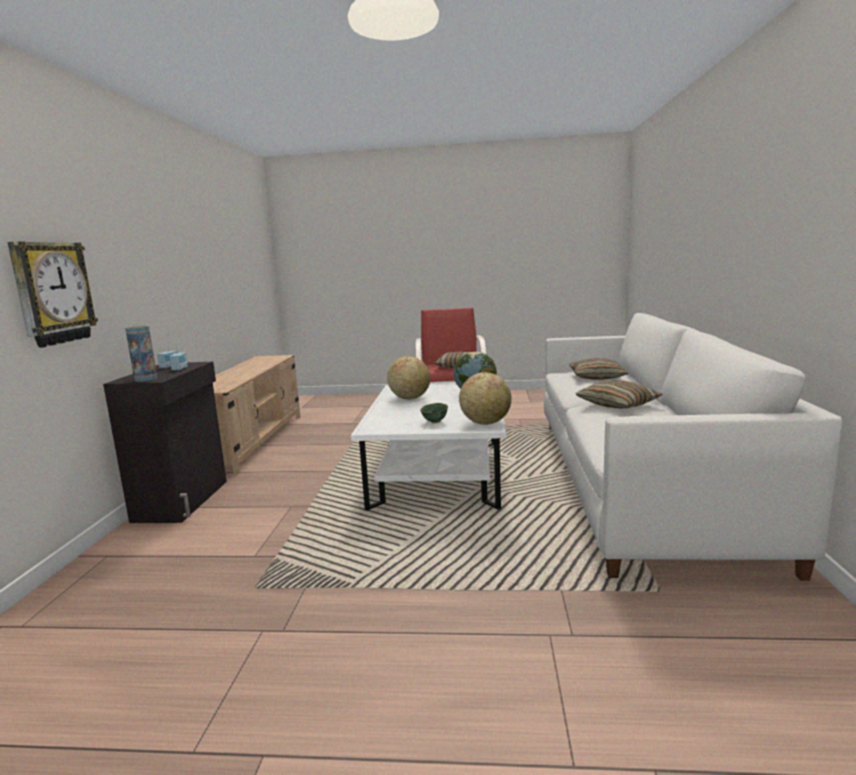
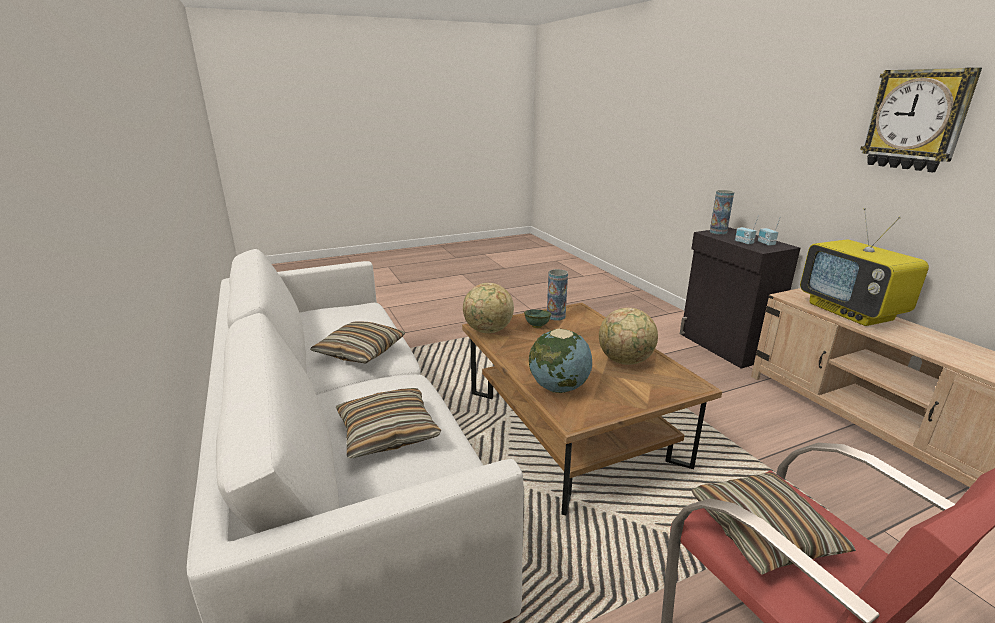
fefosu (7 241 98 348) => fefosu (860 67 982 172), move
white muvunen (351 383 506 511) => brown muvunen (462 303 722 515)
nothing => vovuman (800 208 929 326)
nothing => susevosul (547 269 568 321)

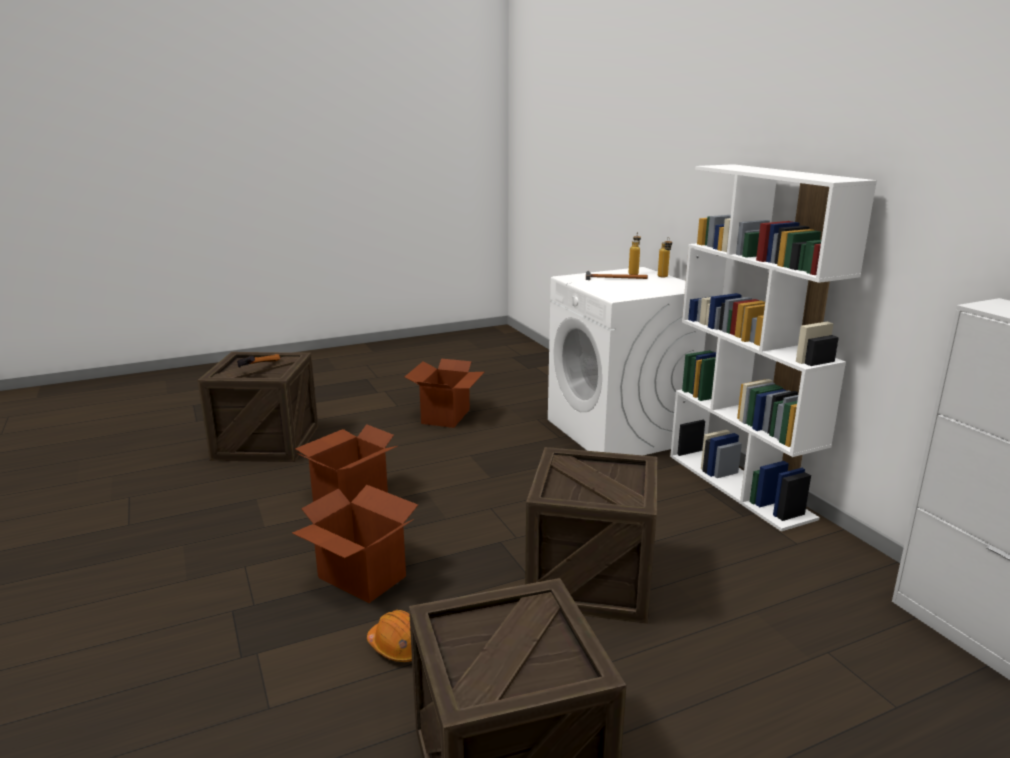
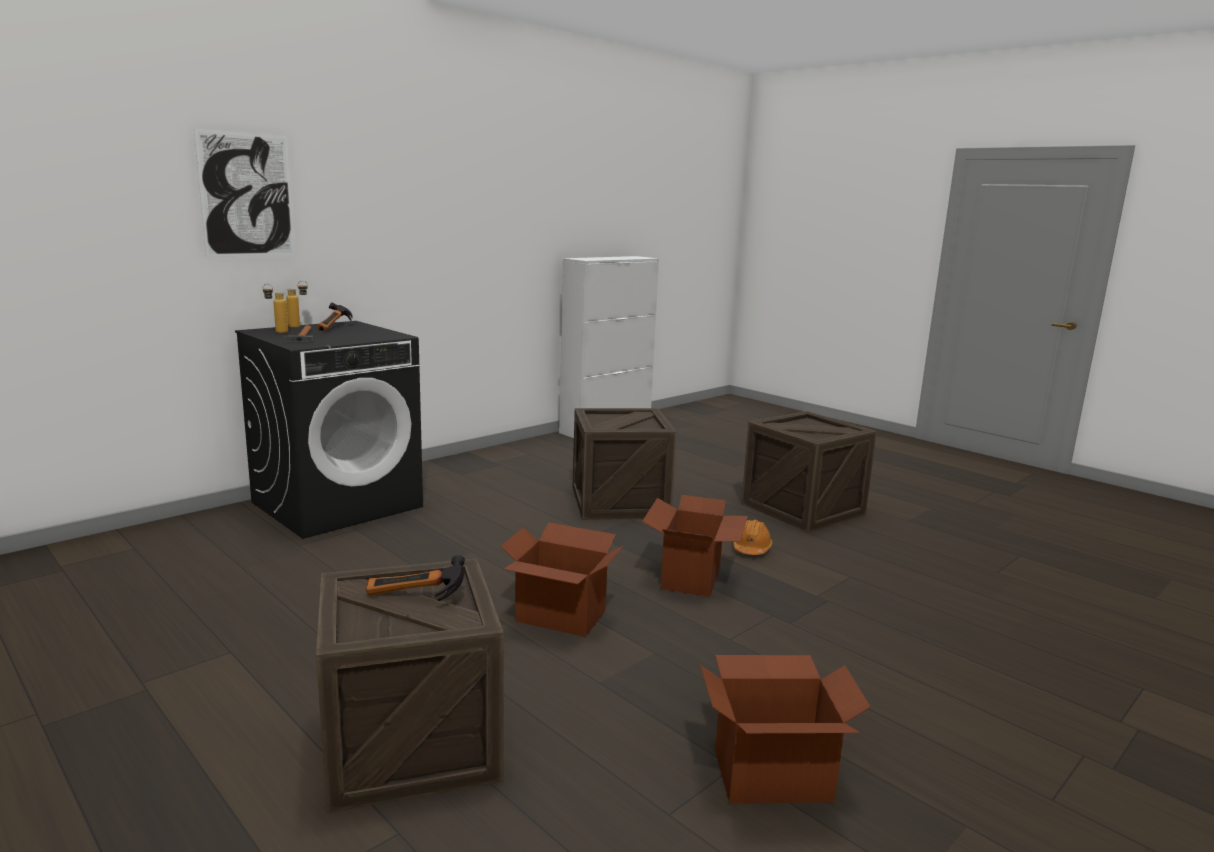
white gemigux (670 164 877 531) => nothing
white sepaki (548 267 706 455) => black sepaki (235 321 423 539)
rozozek (405 358 484 428) => rozozek (700 655 871 804), move
nothing => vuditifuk (194 129 295 257)
nothing => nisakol (317 302 353 332)

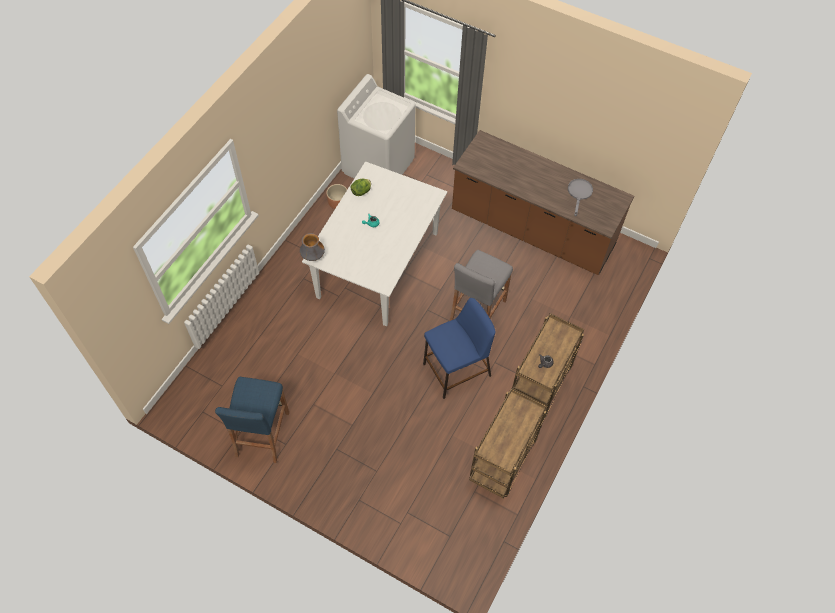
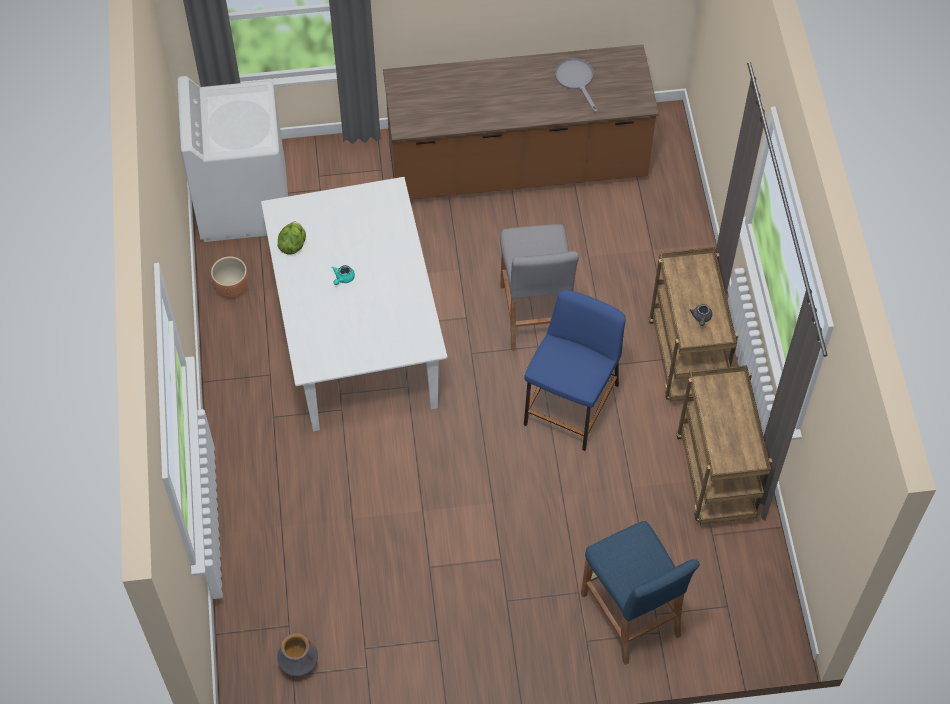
susevosul (300 233 325 261) => susevosul (277 633 318 676), move
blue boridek (215 377 289 463) => blue boridek (581 521 700 665), move

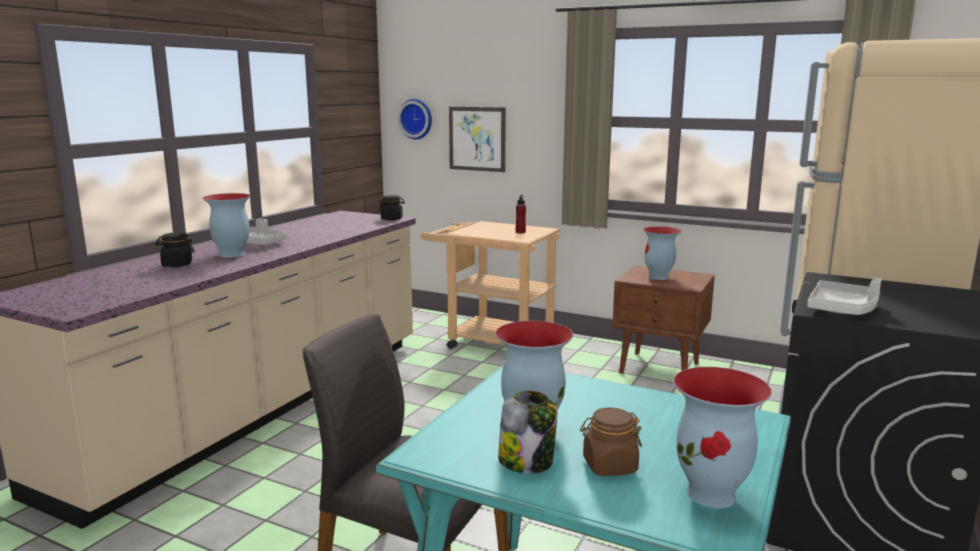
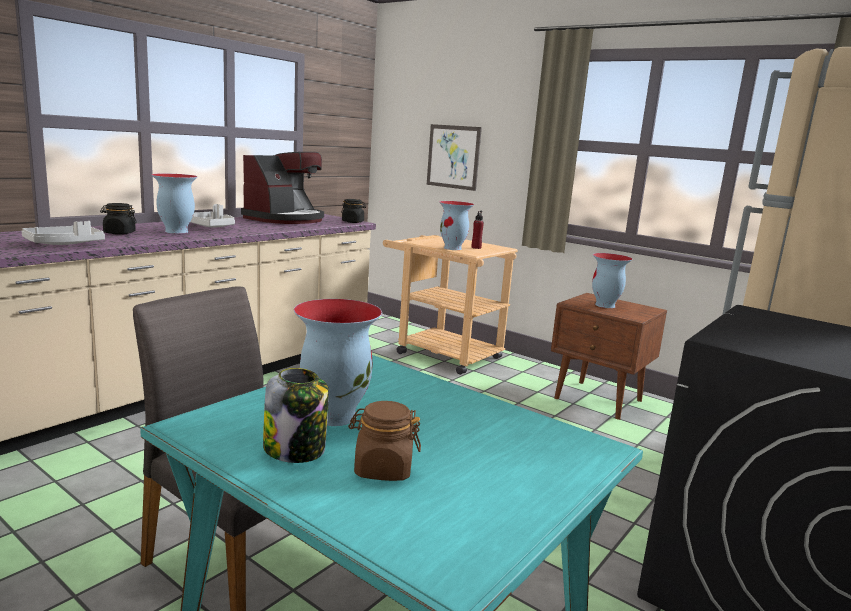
fefosu (398 99 432 139) => nothing
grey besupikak (807 278 882 315) => grey besupikak (21 221 105 245), move
susevosul (673 367 772 508) => susevosul (439 201 474 250), move
nothing => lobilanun (241 152 324 224)

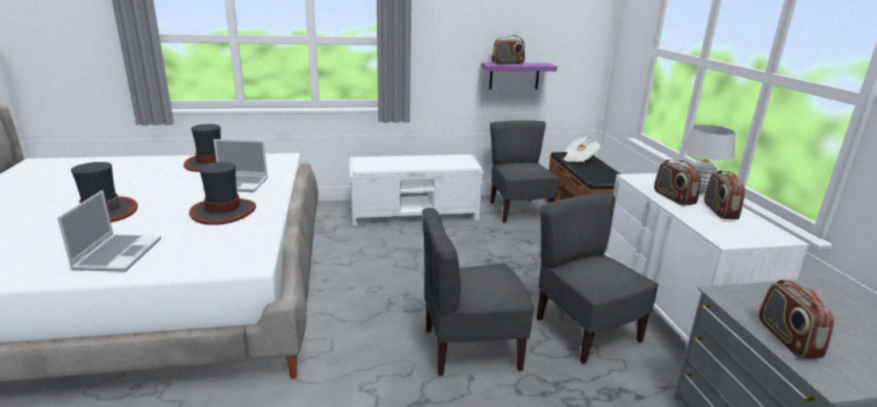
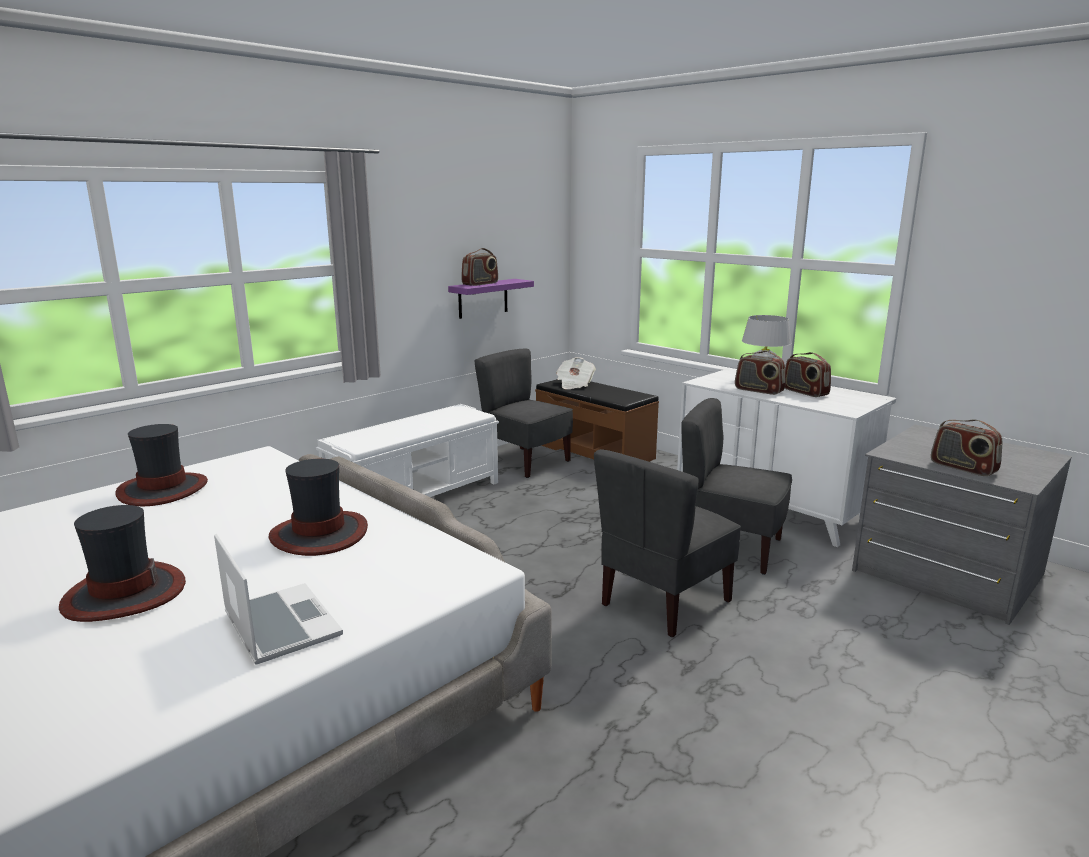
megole (203 139 268 192) => nothing

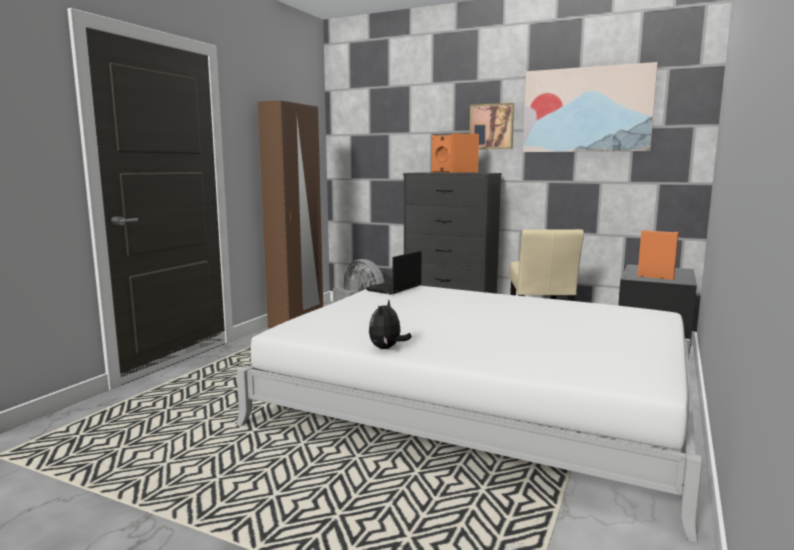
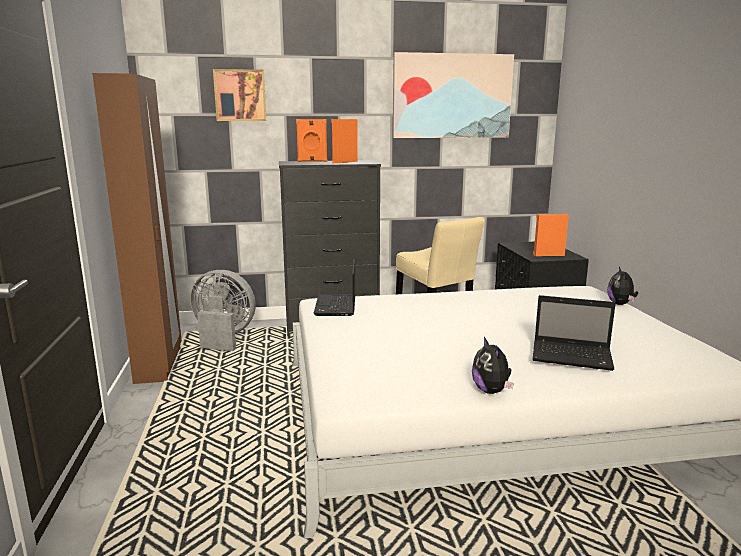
vuditifuk (470 103 514 149) => vuditifuk (213 69 266 121), move
nothing => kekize (607 267 638 305)
nothing => megole (533 295 616 371)

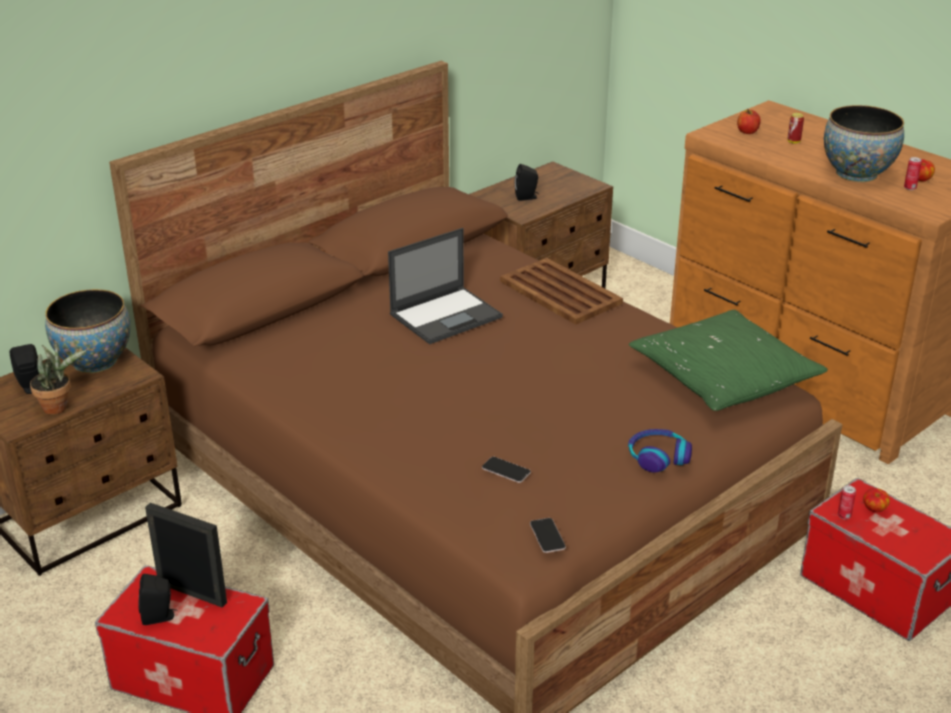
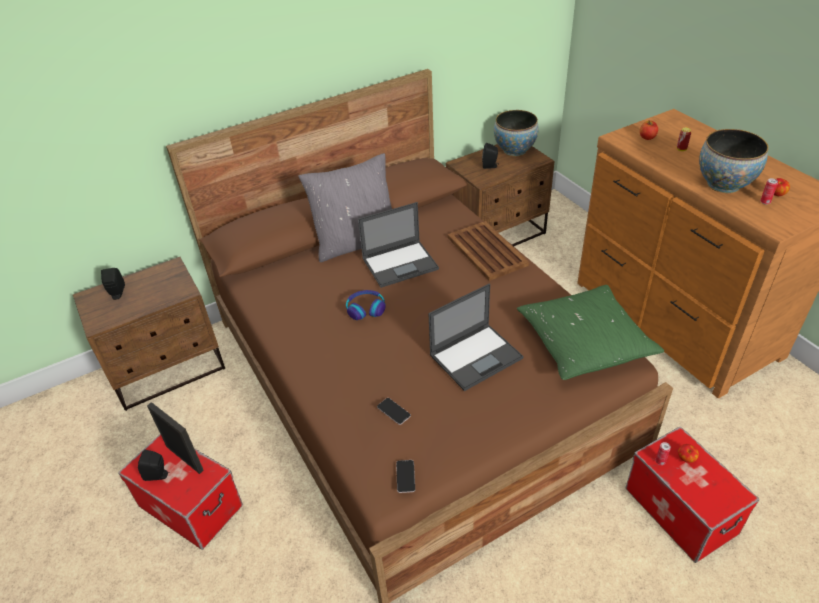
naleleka (45 289 130 373) => naleleka (494 110 539 156), move
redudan (30 343 87 414) => nothing
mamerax (628 429 692 473) => mamerax (346 290 386 320), move
nothing => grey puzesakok (298 153 392 263)
nothing => megole (428 283 524 391)

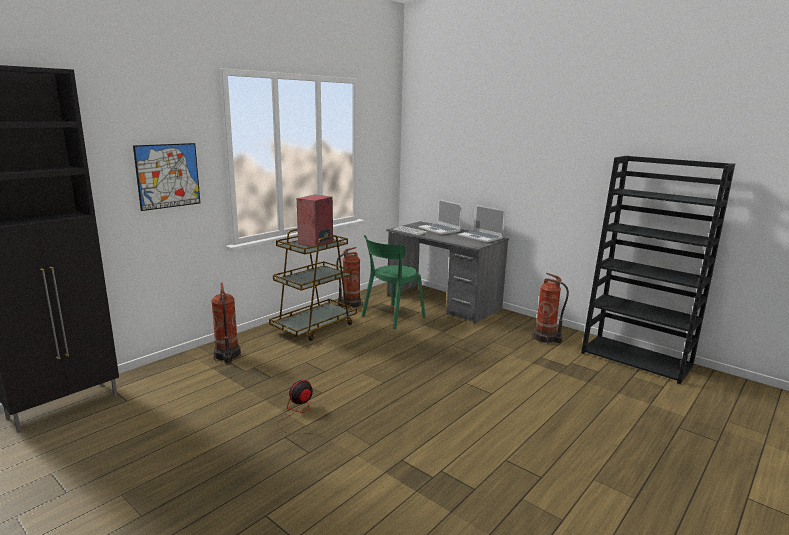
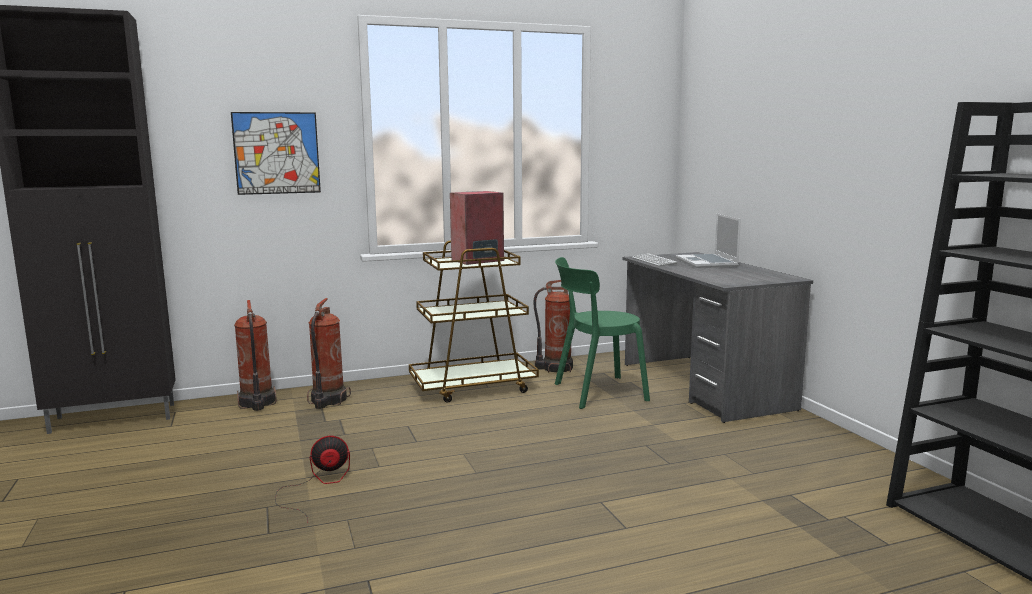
megole (458 205 505 243) => nothing
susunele (532 273 569 344) => susunele (234 300 277 411), move

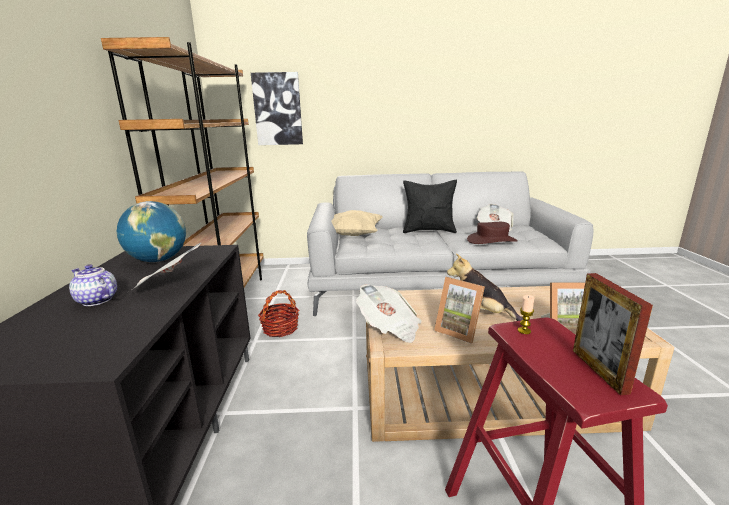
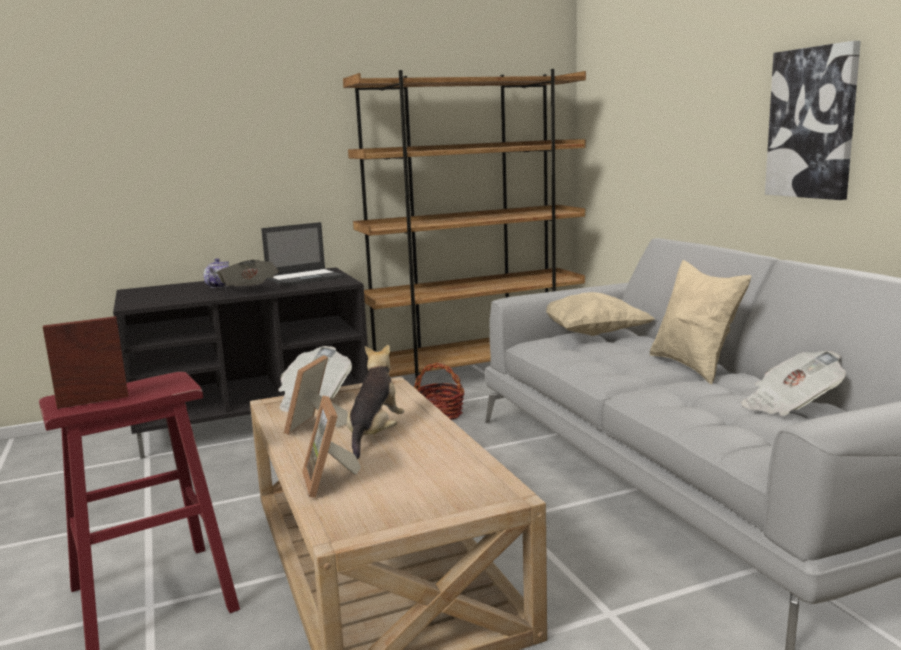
vuditifuk (251 72 303 145) => vuditifuk (765 41 861 200), move
black puzesakok (403 180 457 233) => beige puzesakok (650 260 751 384)
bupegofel (117 201 186 262) => megole (261 222 345 286)
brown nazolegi (467 222 518 244) => nothing
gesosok (518 295 534 334) => nothing

